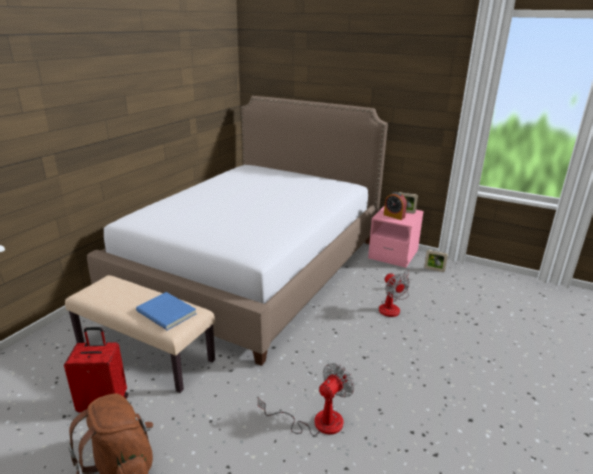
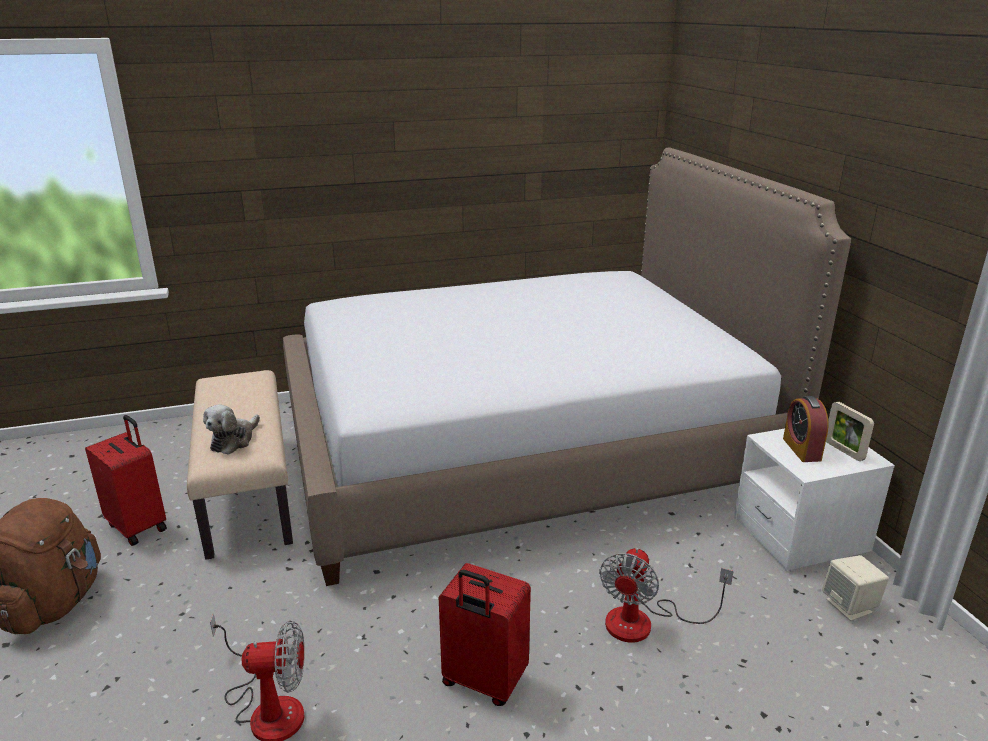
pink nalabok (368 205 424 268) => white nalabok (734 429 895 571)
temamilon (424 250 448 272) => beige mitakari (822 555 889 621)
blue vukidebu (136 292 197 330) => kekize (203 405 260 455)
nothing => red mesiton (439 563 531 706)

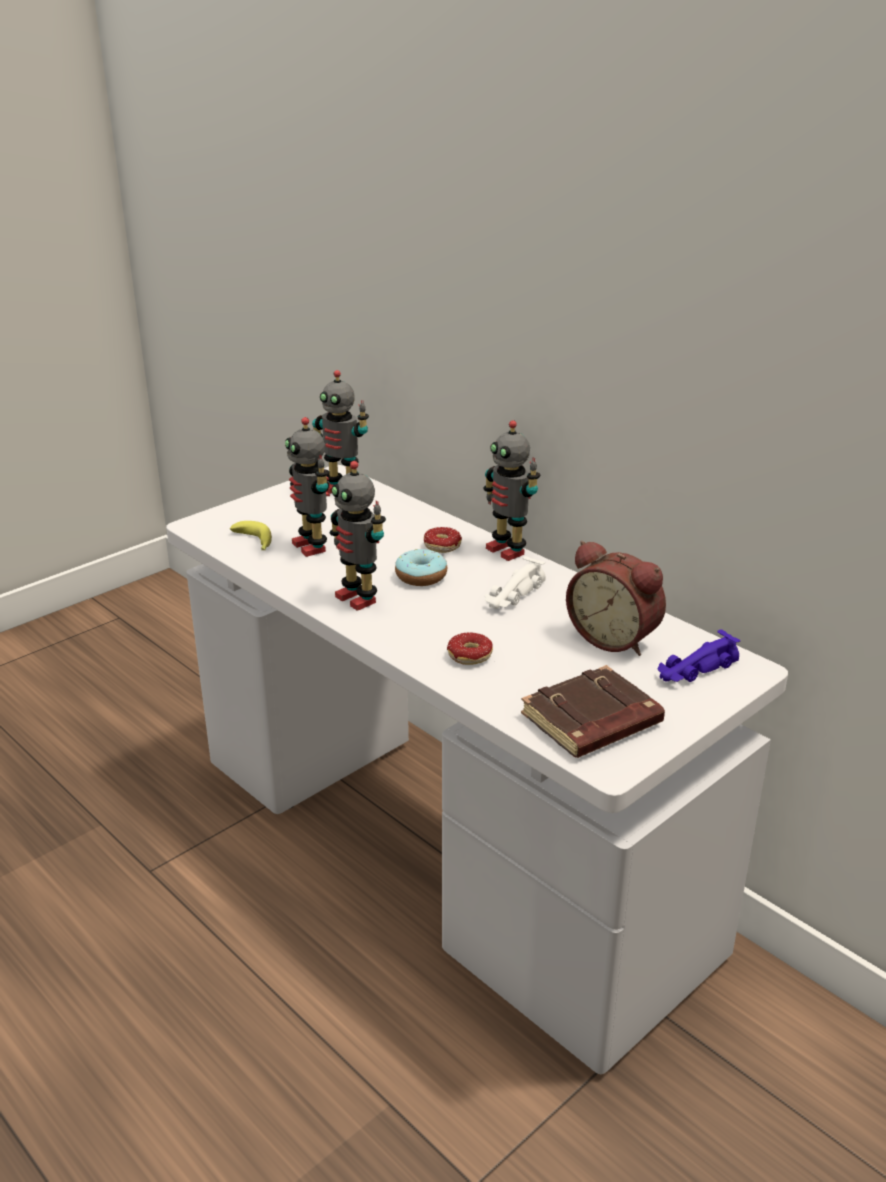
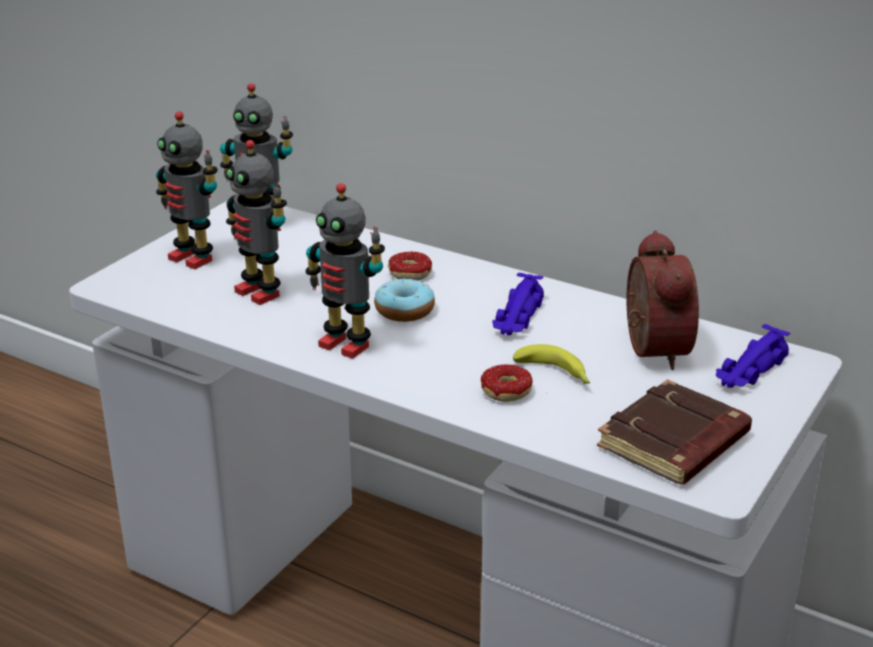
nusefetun (483 420 541 561) => nusefetun (156 111 218 269), move
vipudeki (230 521 272 550) => vipudeki (513 344 590 384), move
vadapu (566 541 666 656) => vadapu (626 230 699 370), 120 degrees counterclockwise
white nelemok (485 556 546 609) => purple nelemok (492 273 544 335)

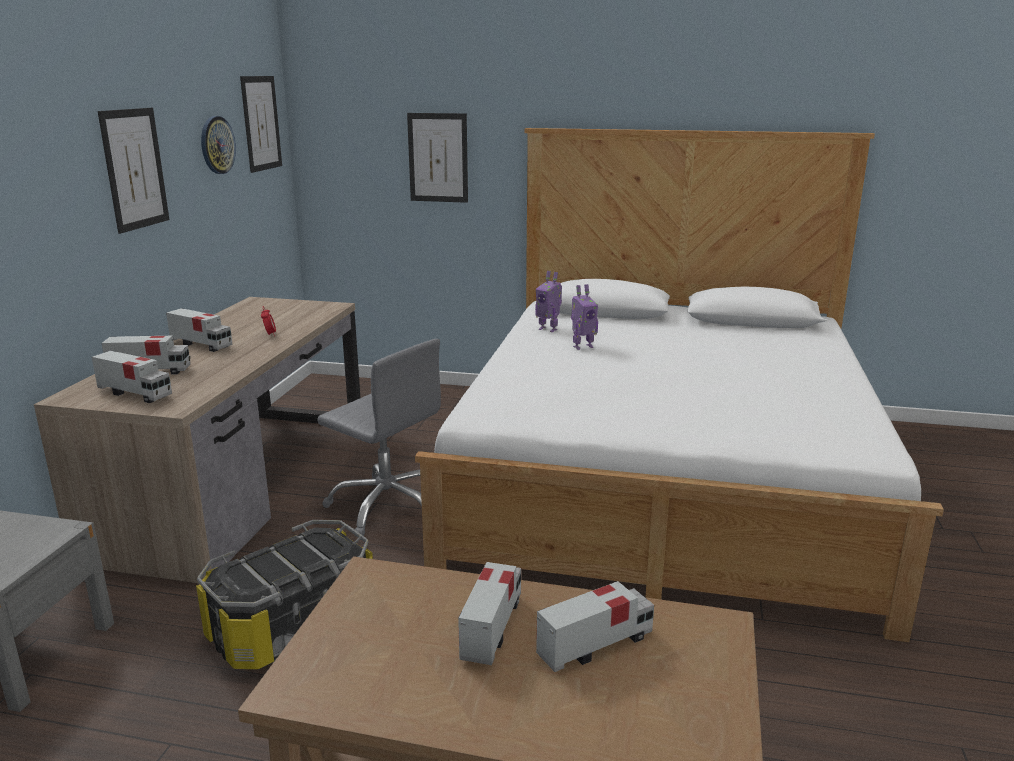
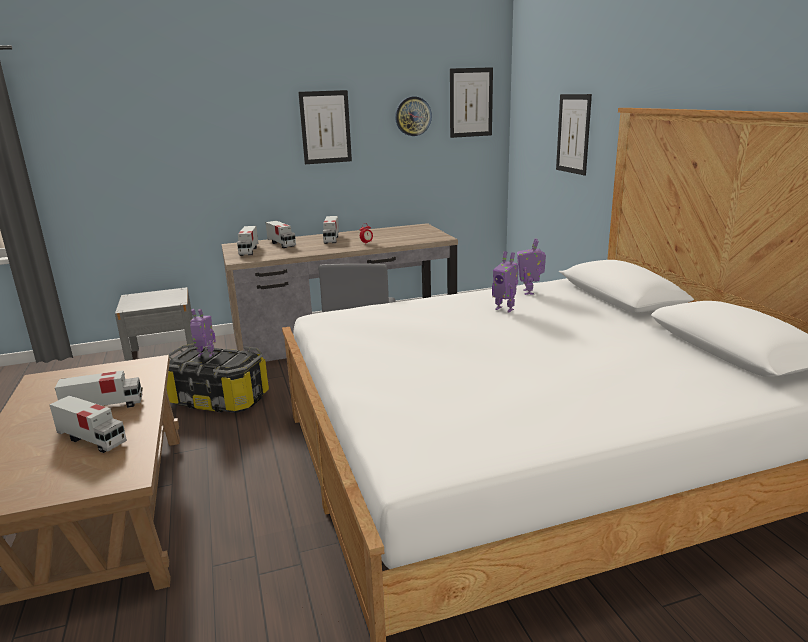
nothing => nusefetun (190 309 216 357)

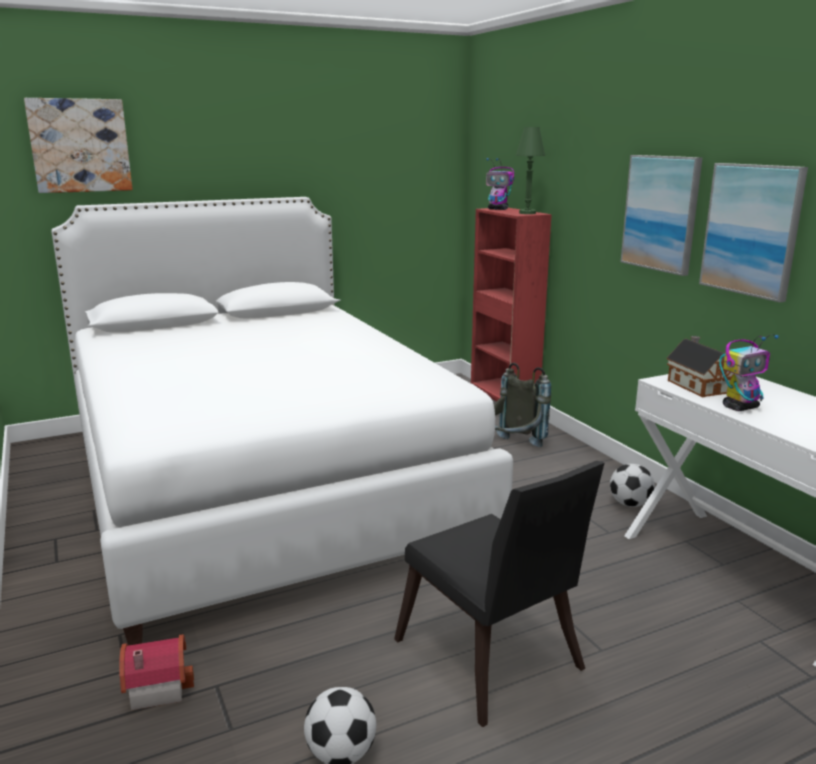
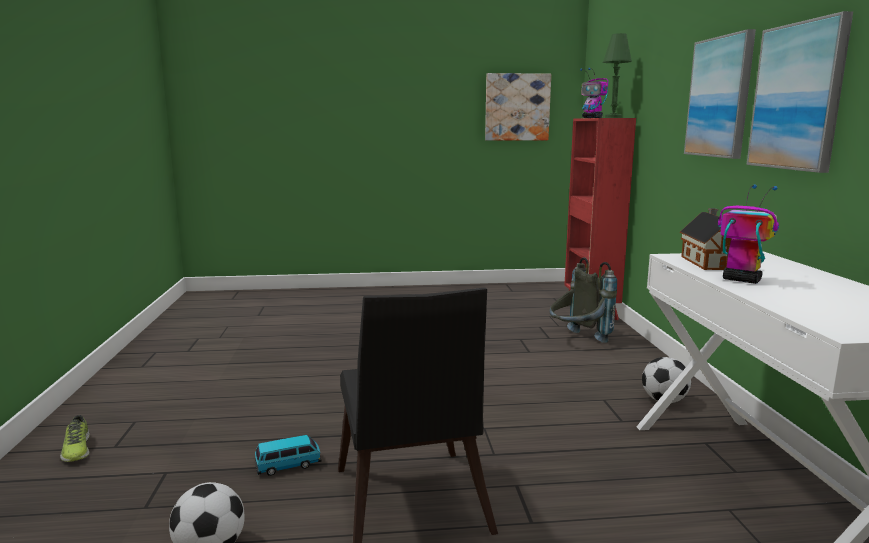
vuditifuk (24 98 133 193) => vuditifuk (485 73 551 141), move
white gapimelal (51 197 513 645) => nothing
nusefetun (719 334 779 411) => nusefetun (718 184 779 284), 135 degrees counterclockwise
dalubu (119 634 194 711) => nothing
nothing => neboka (60 415 90 462)
nothing => nelemok (255 435 321 476)

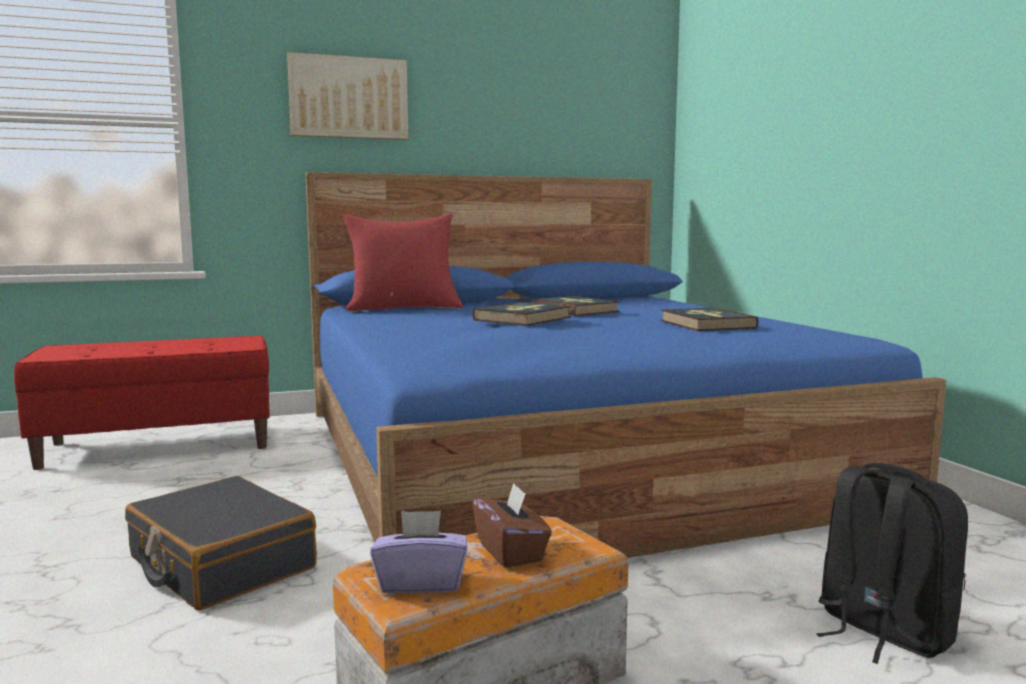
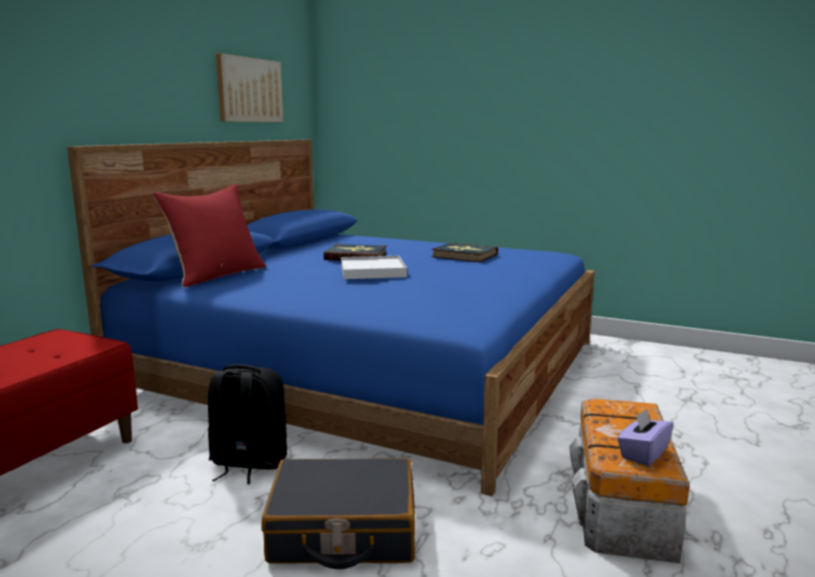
vuditifuk (287 52 408 140) => vuditifuk (216 53 284 122), move
vukidebu (472 302 571 326) => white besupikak (341 256 407 279)
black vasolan (816 463 968 664) => black vasolan (208 364 287 484), move
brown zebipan (472 483 552 568) => nothing

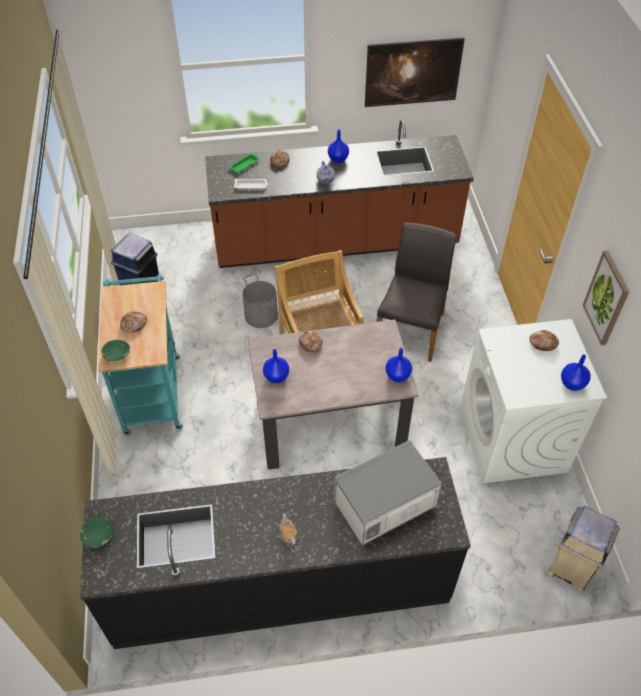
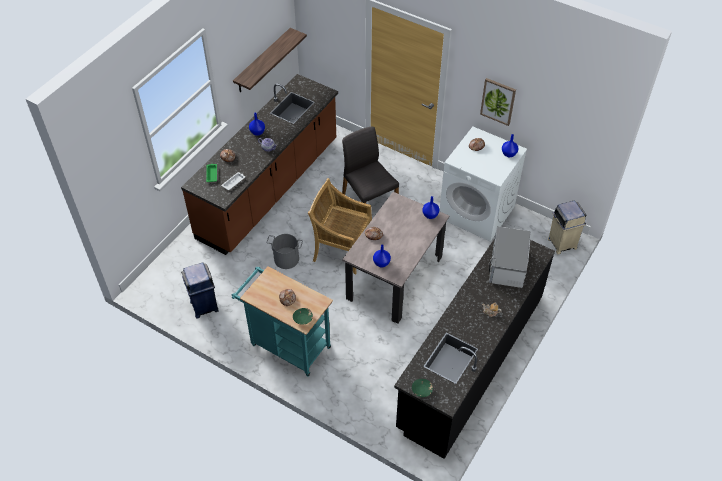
vuditifuk (365 37 465 107) => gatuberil (233 28 307 92)

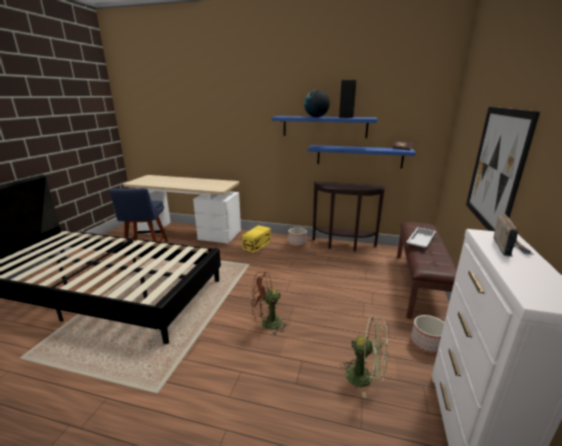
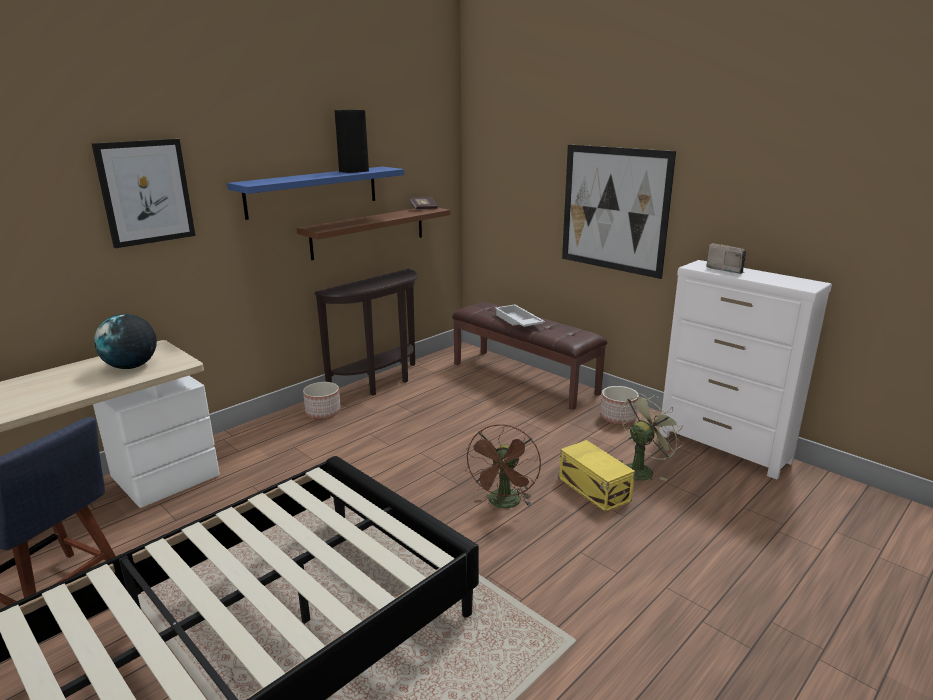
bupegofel (304 90 330 117) => bupegofel (94 314 157 369), move
blue gatuberil (308 145 416 169) => brown gatuberil (297 208 450 260)
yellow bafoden (242 225 271 253) => yellow bafoden (559 440 635 513), move
nothing => vuditifuk (91 139 195 248)

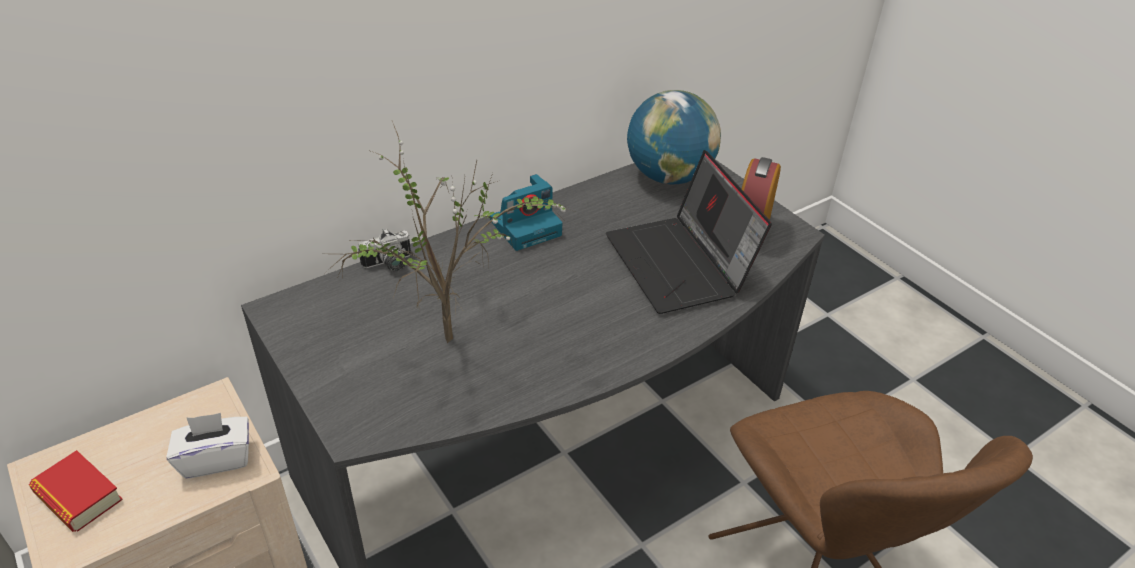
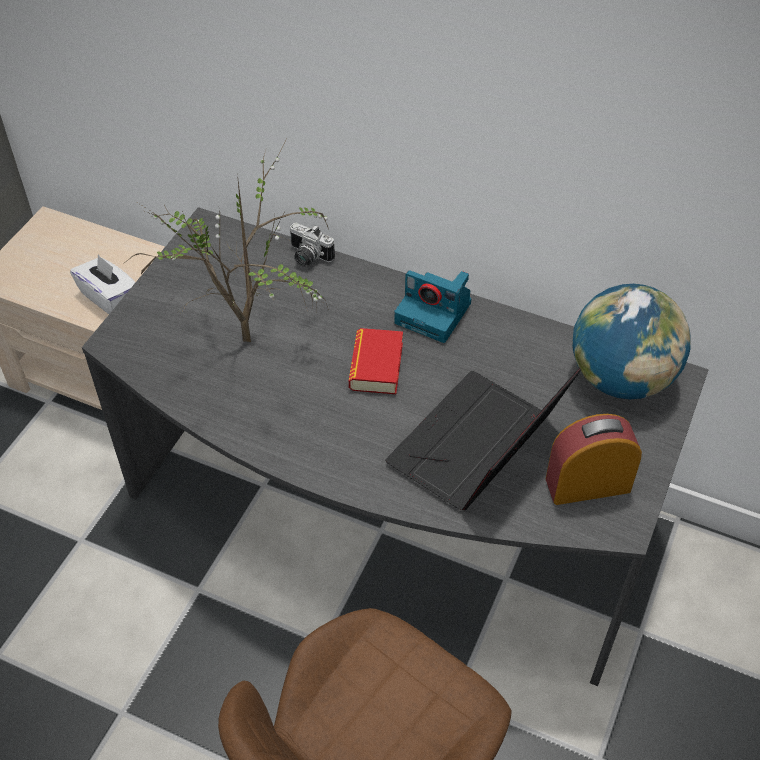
vukidebu (28 450 123 532) => vukidebu (349 328 403 394), move

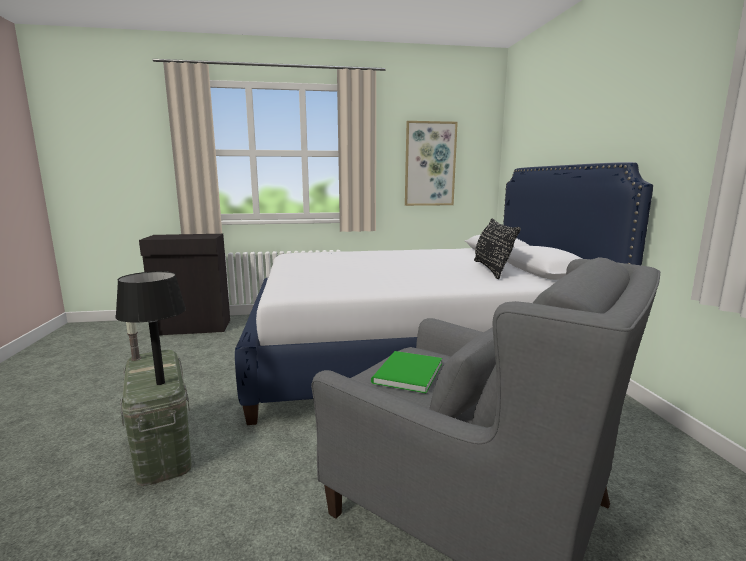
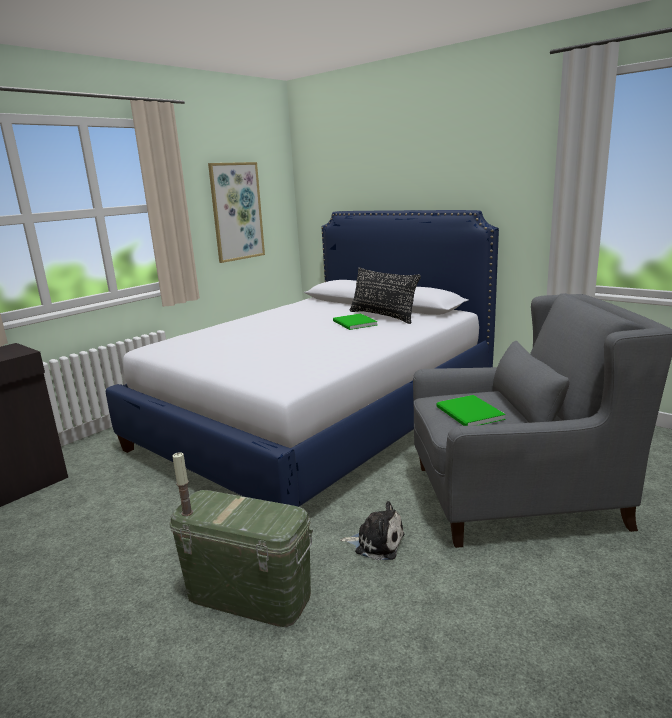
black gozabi (115 271 186 385) => nothing
nothing => green vukidebu (333 313 378 330)
nothing => kekize (340 501 404 560)

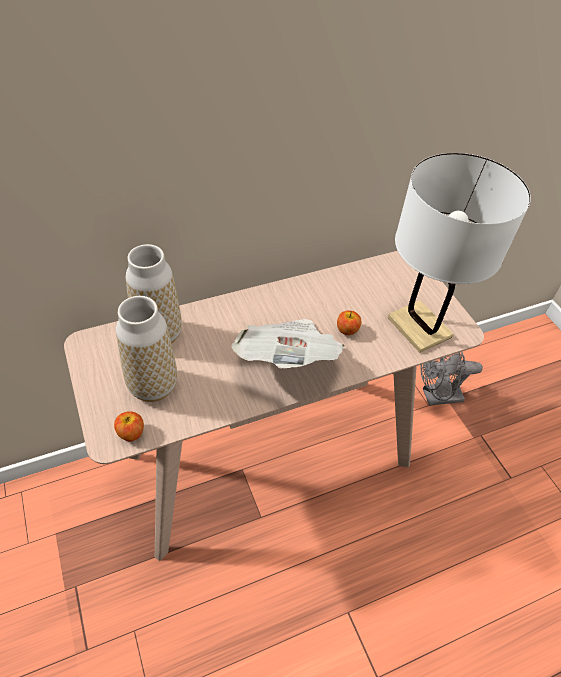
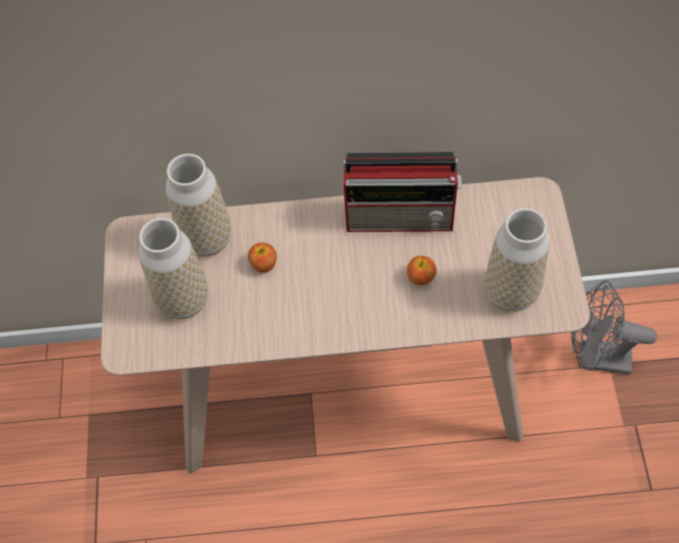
white gozabi (388 153 531 353) => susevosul (485 208 550 311)
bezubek (231 319 345 368) => nothing
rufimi (114 411 144 441) => rufimi (248 243 277 273), move
nothing => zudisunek (344 152 462 232)

